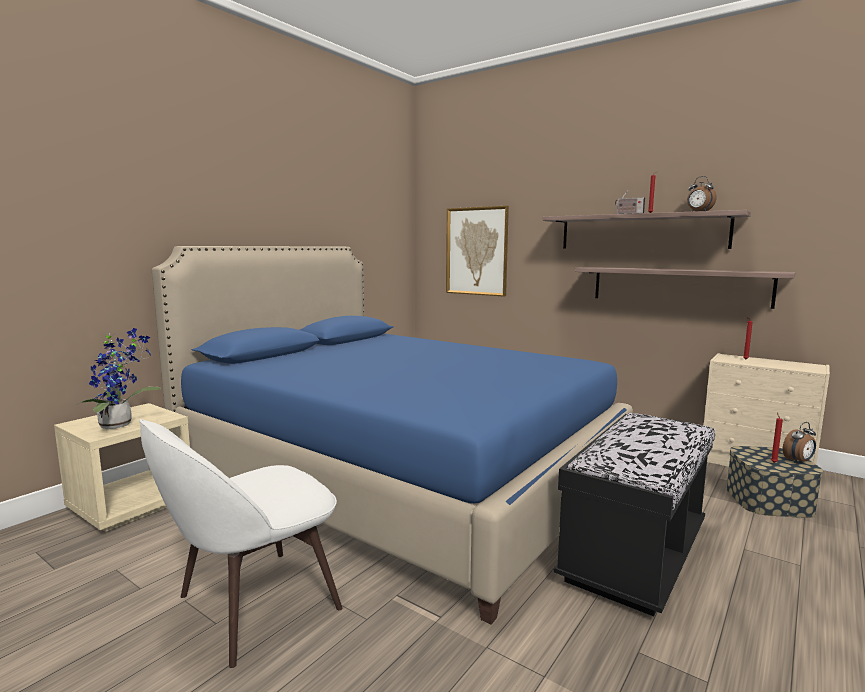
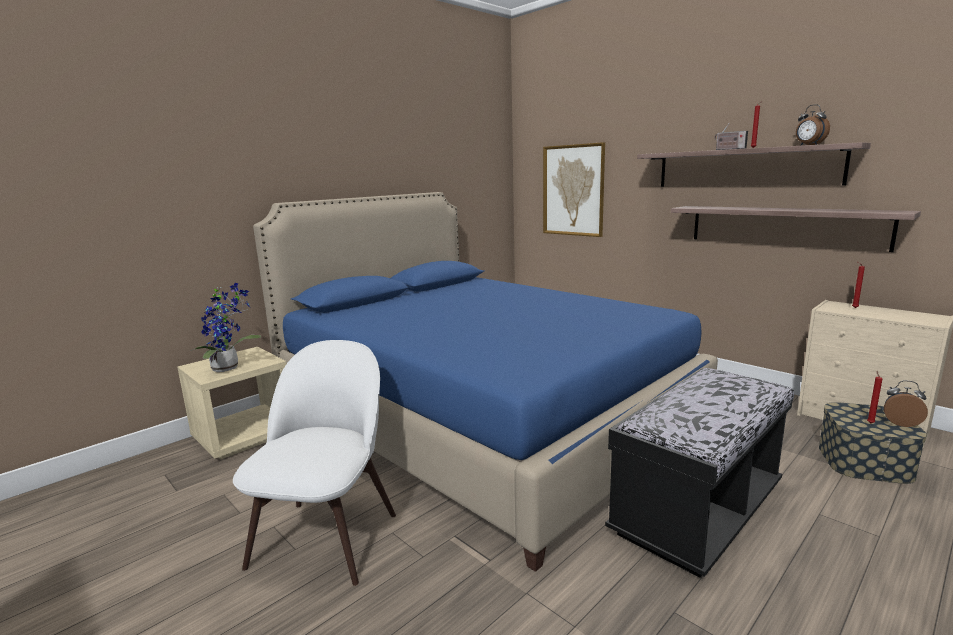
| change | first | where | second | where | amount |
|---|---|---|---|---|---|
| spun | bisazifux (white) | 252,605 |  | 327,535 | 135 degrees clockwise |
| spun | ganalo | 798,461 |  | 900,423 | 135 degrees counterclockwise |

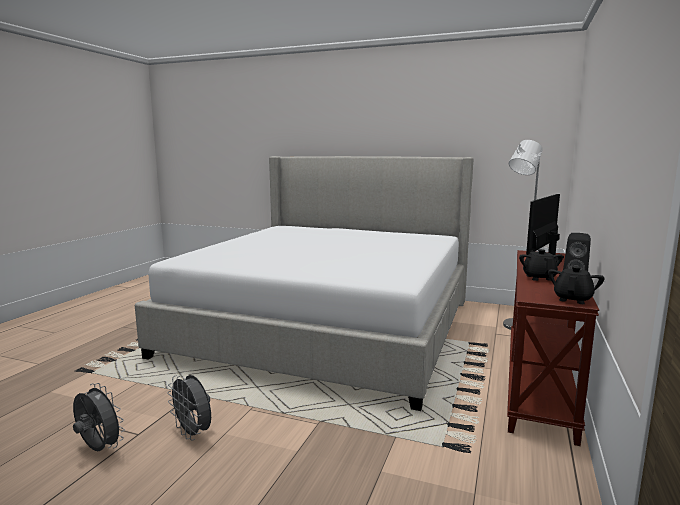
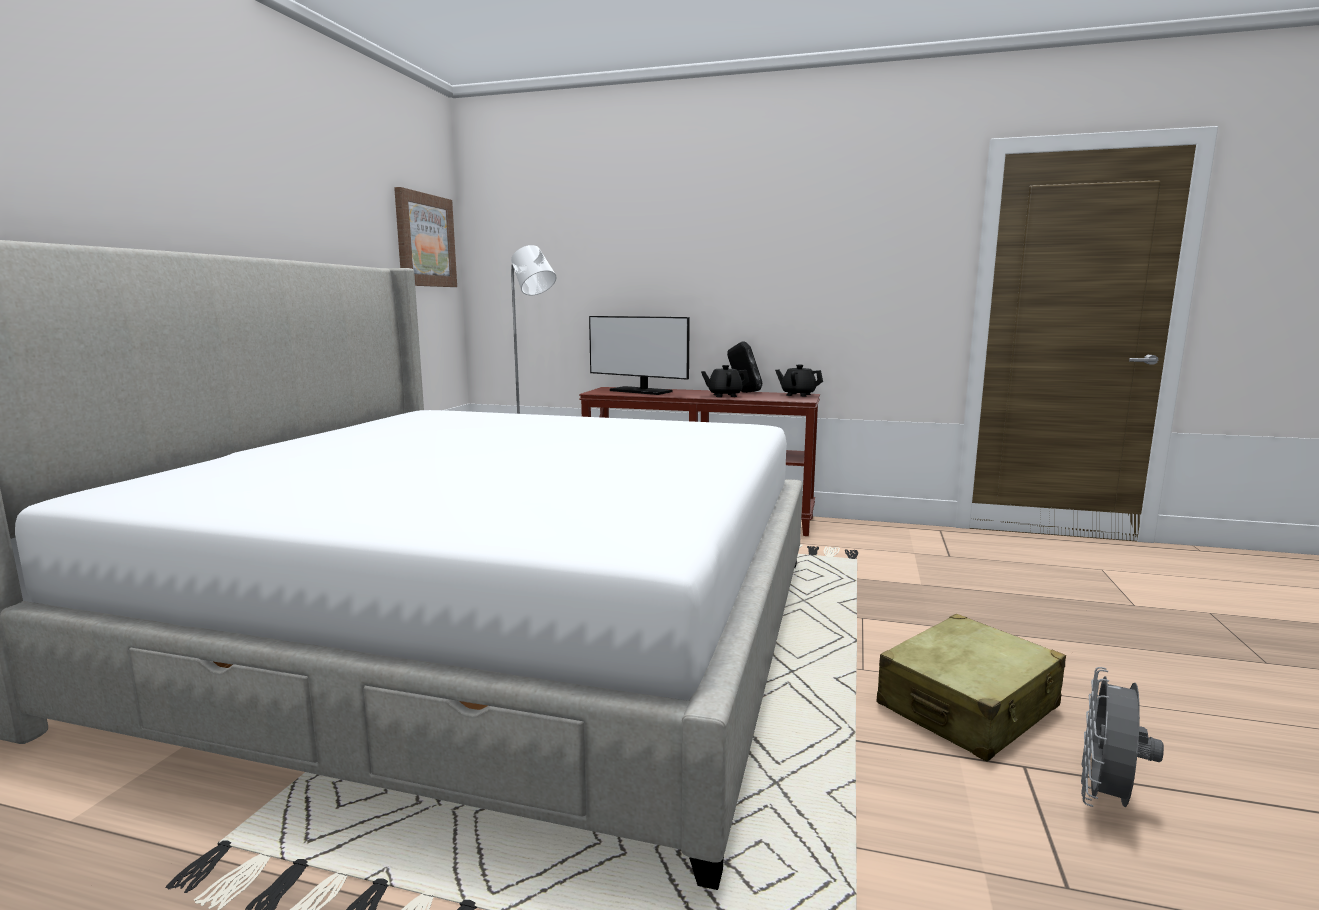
| change | first | where | second | where | amount |
|---|---|---|---|---|---|
| appeared |  |  | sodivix | 425,240 |  |
| exchanged | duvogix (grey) | 193,433 | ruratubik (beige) | 968,707 |  |

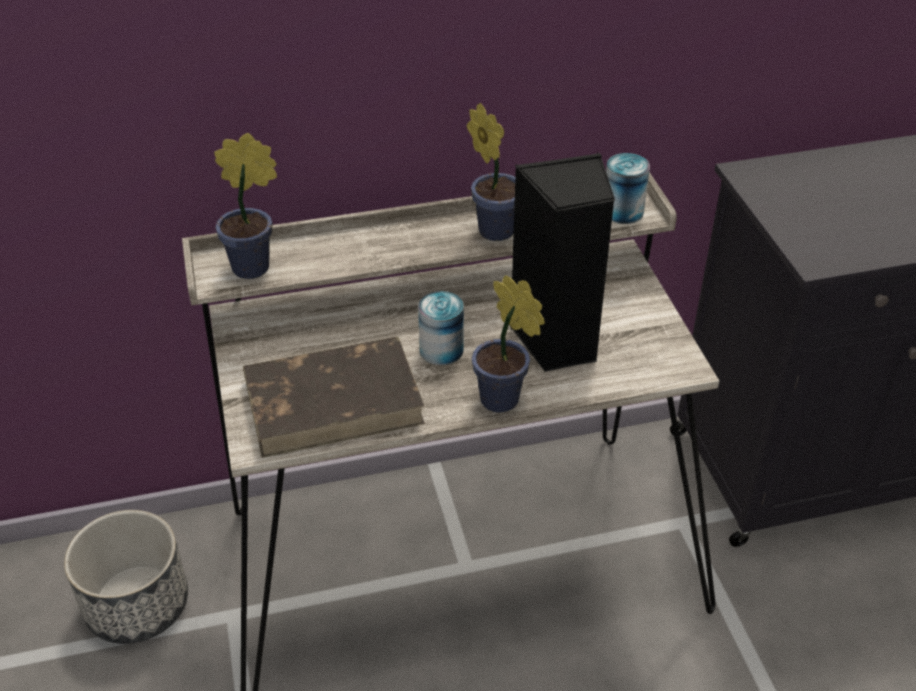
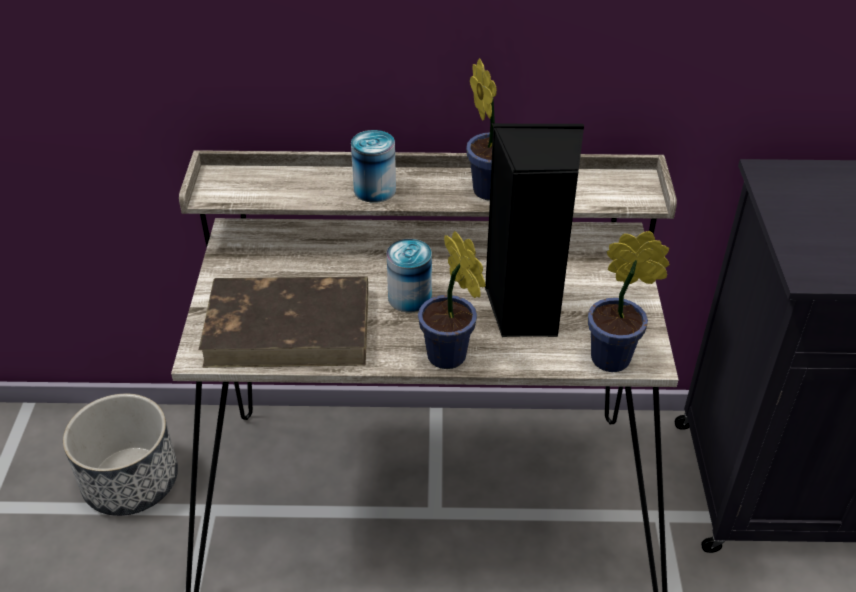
| change | first | where | second | where | amount |
|---|---|---|---|---|---|
| relocated | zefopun | 256,267 |  | 616,359 |  |
| relocated | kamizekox | 622,211 |  | 374,189 |  |

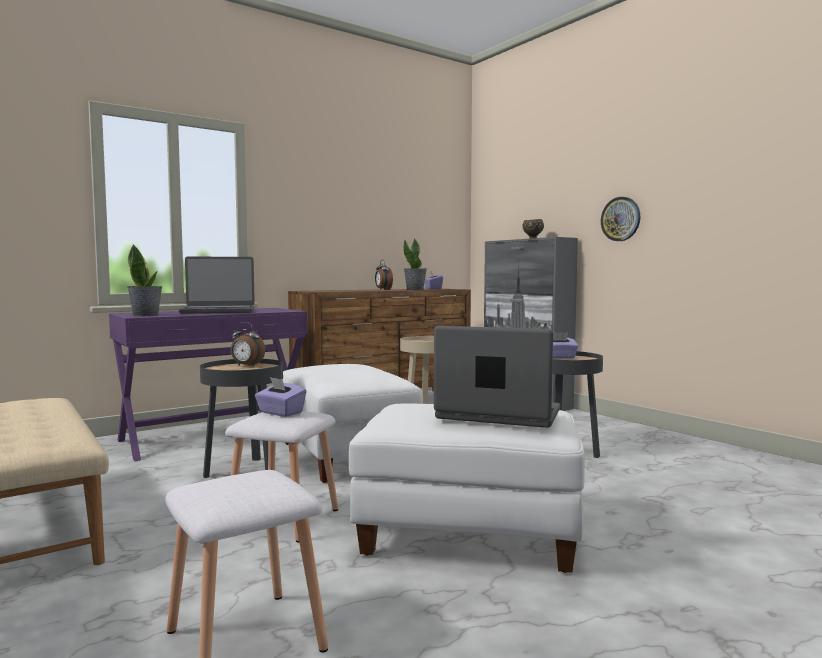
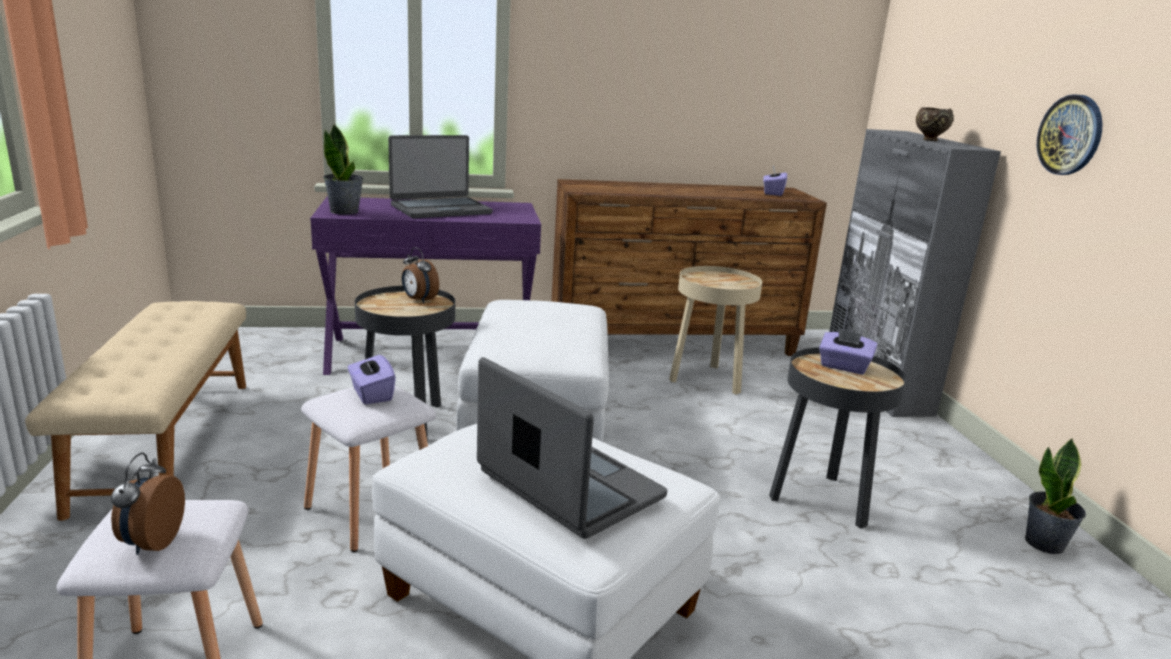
| change | first | where | second | where | amount |
|---|---|---|---|---|---|
| relocated | ganalo | 383,290 |  | 151,543 |  |
| relocated | zefopun | 415,289 |  | 1045,543 |  |
| spun | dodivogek | 218,311 |  | 440,209 | 45 degrees counterclockwise |

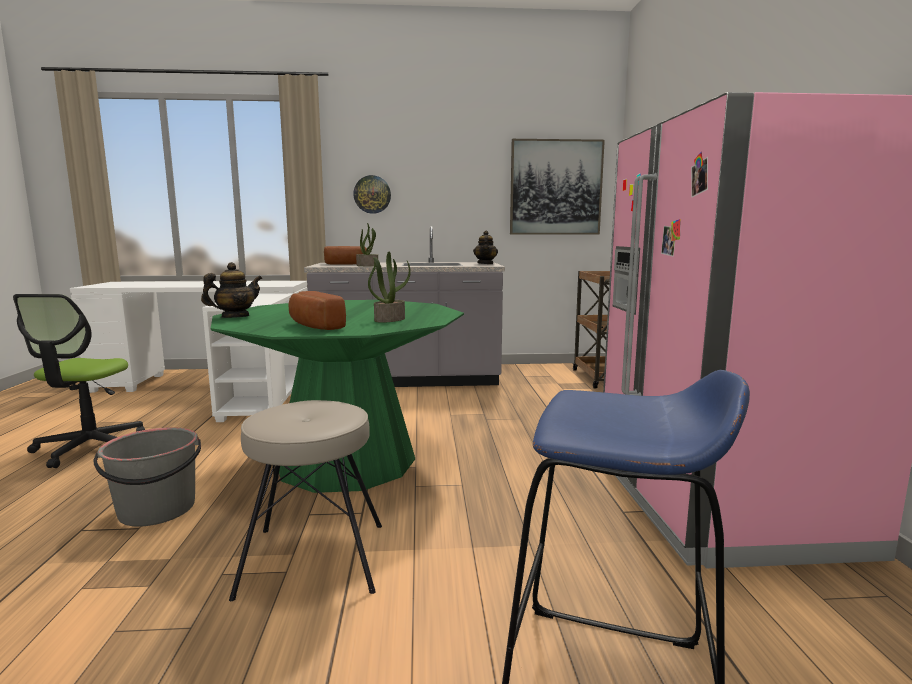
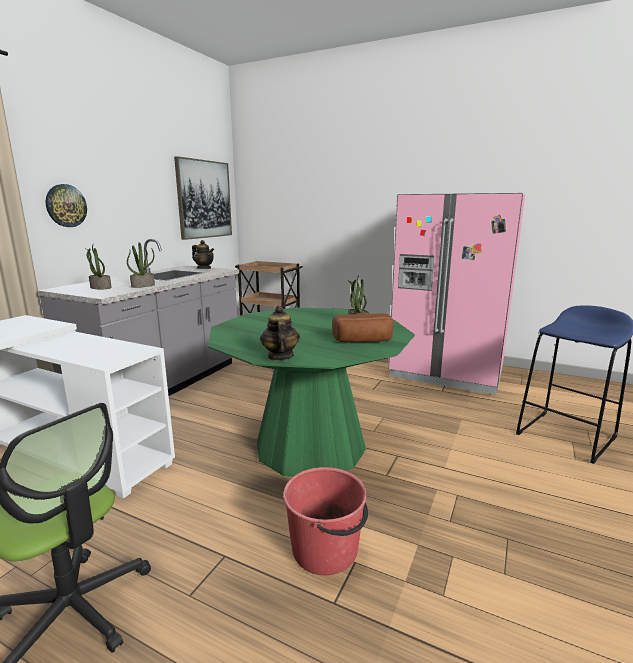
| change | first | where | second | where | amount |
|---|---|---|---|---|---|
| missing | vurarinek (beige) | 314,560 |  |  |  |
| exchanged | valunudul | 345,264 | zefopun | 100,287 |  |
| colour | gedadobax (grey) | 157,510 | gedadobax (red) | 326,549 |  |

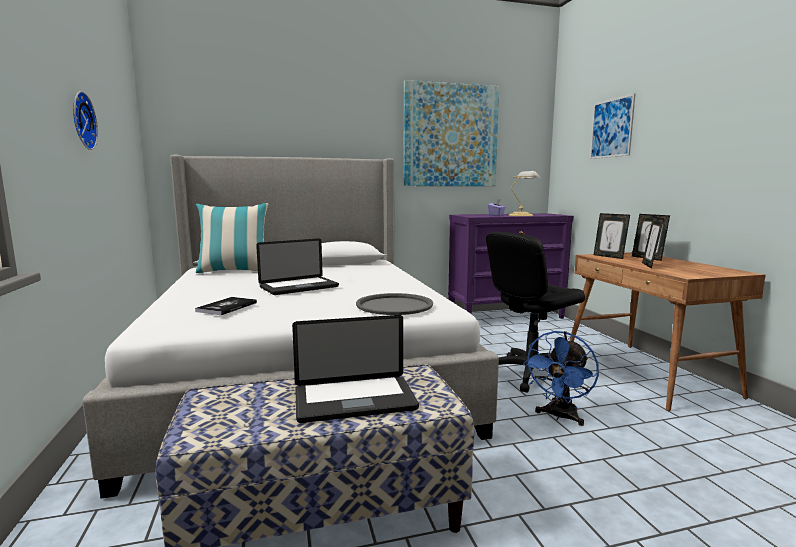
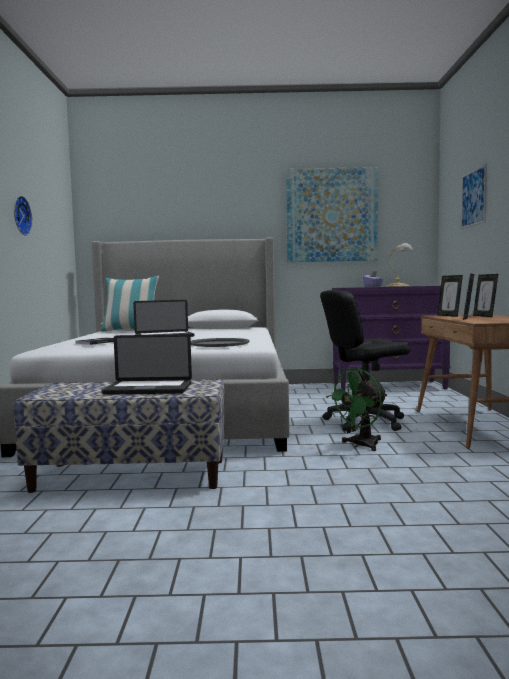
| change | first | where | second | where | amount |
|---|---|---|---|---|---|
| colour | duvogix (blue) | 559,416 | duvogix (green) | 360,445 |  |

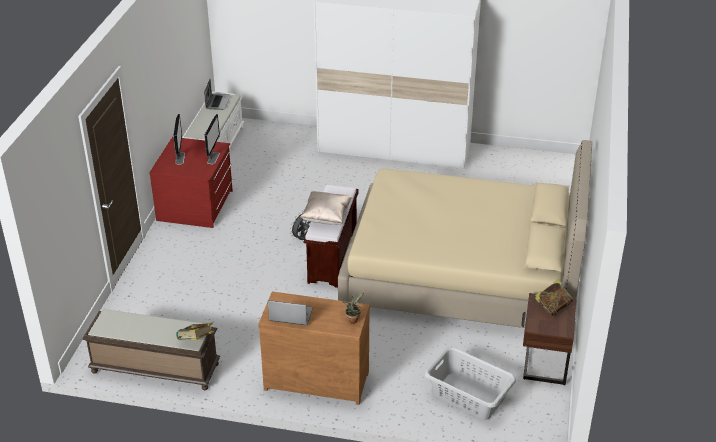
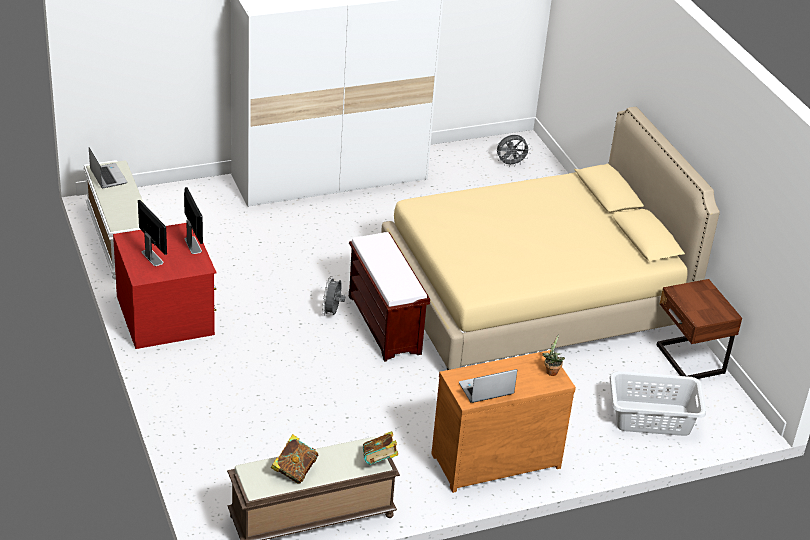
| change | first | where | second | where | amount |
|---|---|---|---|---|---|
| missing | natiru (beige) | 326,217 |  |  |  |
| appeared |  |  | duvogix (grey) | 510,164 |  |
| relocated | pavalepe | 553,307 |  | 294,471 |  |

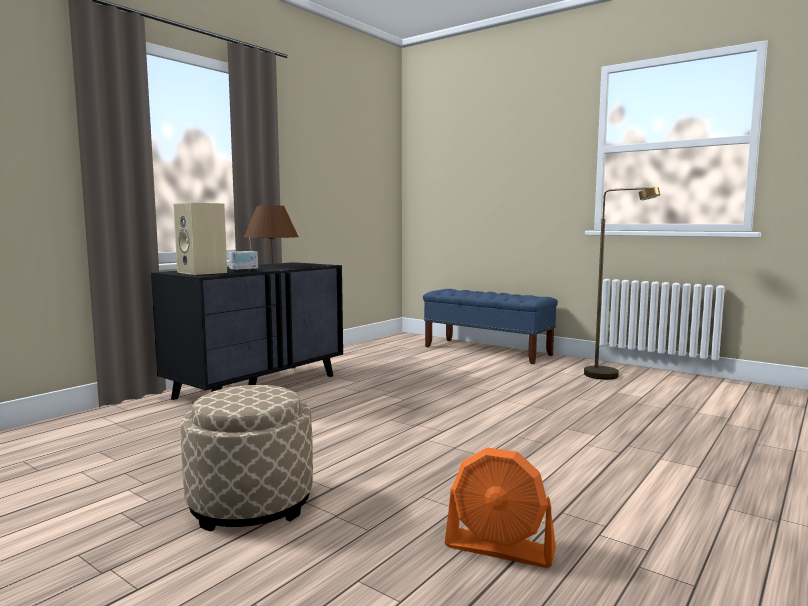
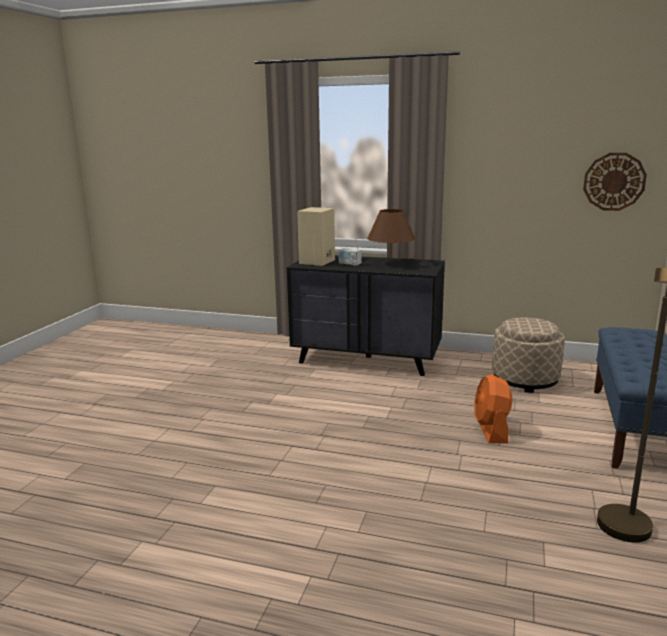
| change | first | where | second | where | amount |
|---|---|---|---|---|---|
| appeared |  |  | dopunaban | 614,181 |  |
| relocated | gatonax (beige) | 251,503 |  | 525,379 |  |
| relocated | duvogix (orange) | 500,548 |  | 491,430 |  |

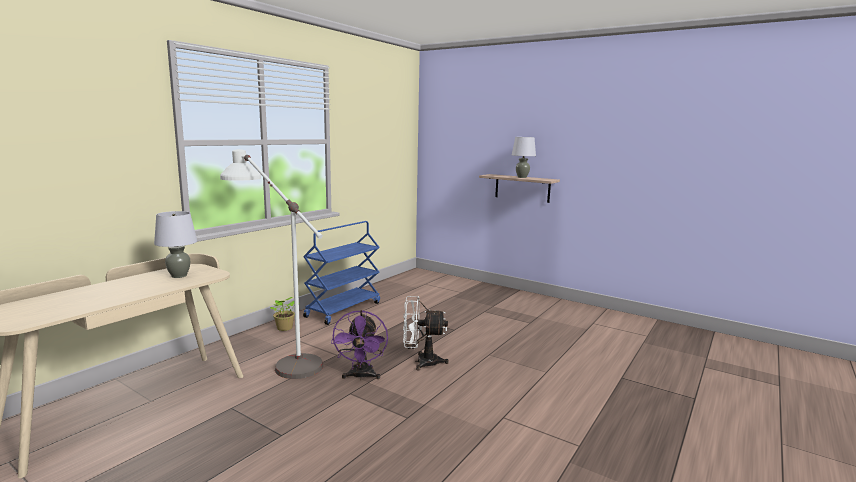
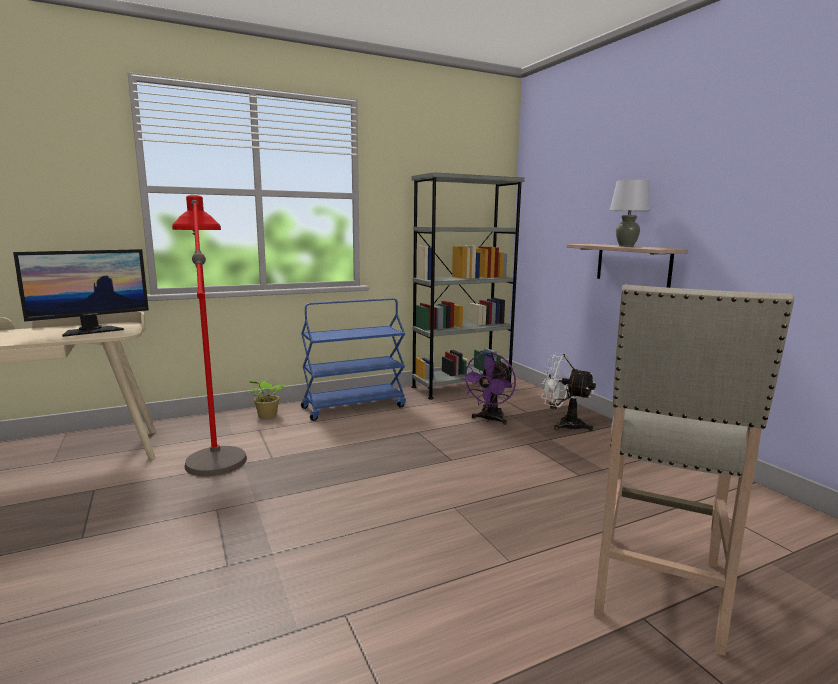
| change | first | where | second | where | amount |
|---|---|---|---|---|---|
| appeared |  |  | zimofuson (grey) | 461,387 |  |
| appeared |  |  | vurarinek (beige) | 656,589 |  |
| relocated | duvogix (purple) | 361,376 |  | 489,420 |  |
| relocated | duvogix (white) | 421,362 |  | 564,424 |  |
| exchanged | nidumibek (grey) | 179,276 | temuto | 91,331 |  |
| colour | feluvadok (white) | 278,357 | feluvadok (red) | 215,446 |  |

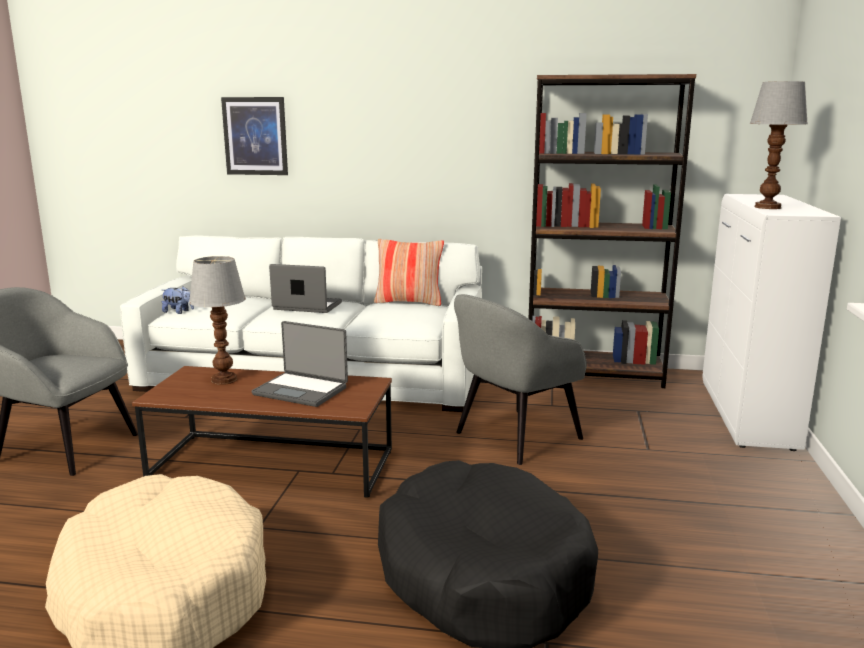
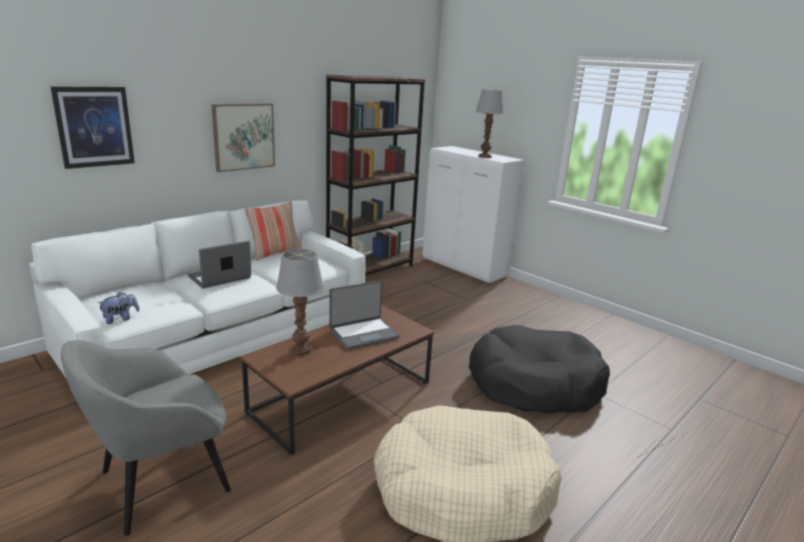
| change | first | where | second | where | amount |
|---|---|---|---|---|---|
| missing | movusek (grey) | 516,436 |  |  |  |
| appeared |  |  | sodivix | 243,136 |  |

